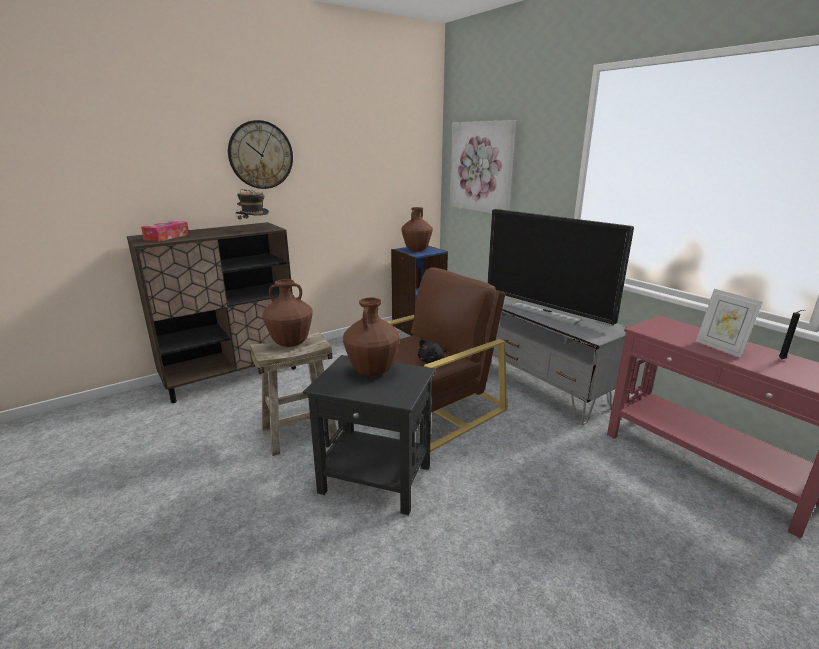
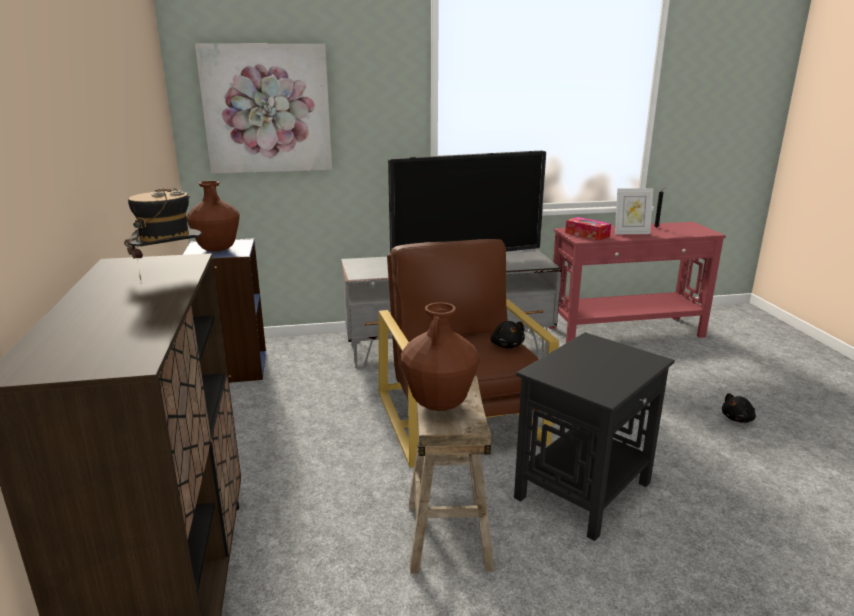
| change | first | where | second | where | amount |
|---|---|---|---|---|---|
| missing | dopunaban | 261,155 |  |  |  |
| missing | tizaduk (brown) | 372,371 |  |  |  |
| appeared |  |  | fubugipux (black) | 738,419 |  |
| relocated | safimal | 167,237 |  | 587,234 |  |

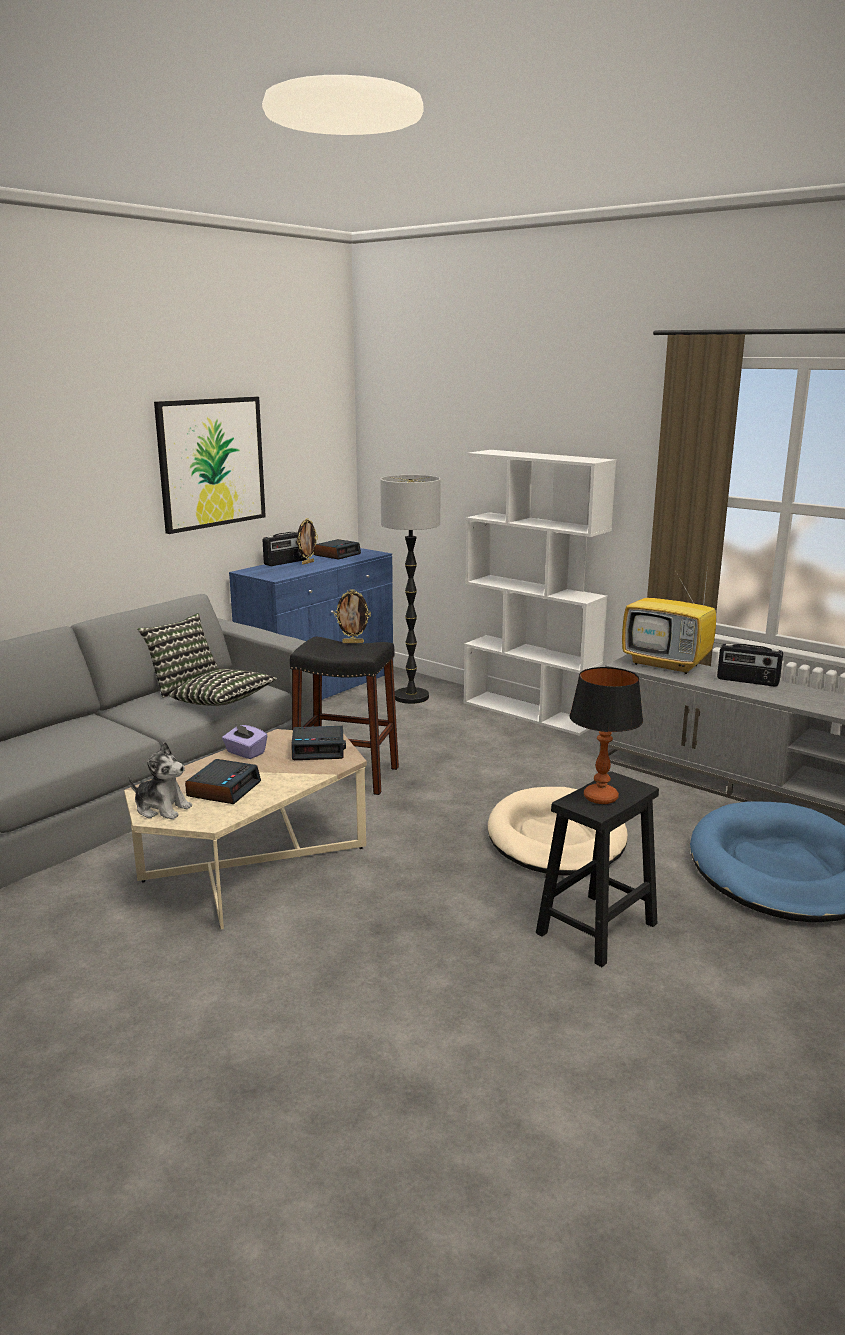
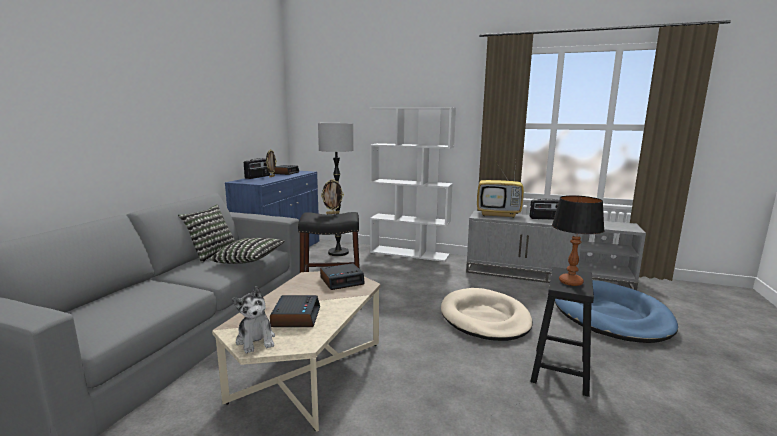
| change | first | where | second | where | amount |
|---|---|---|---|---|---|
| missing | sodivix | 211,463 |  |  |  |
| missing | safimal (purple) | 245,753 |  |  |  |
| spun | fubugipux | 162,808 |  | 256,340 | 60 degrees clockwise |

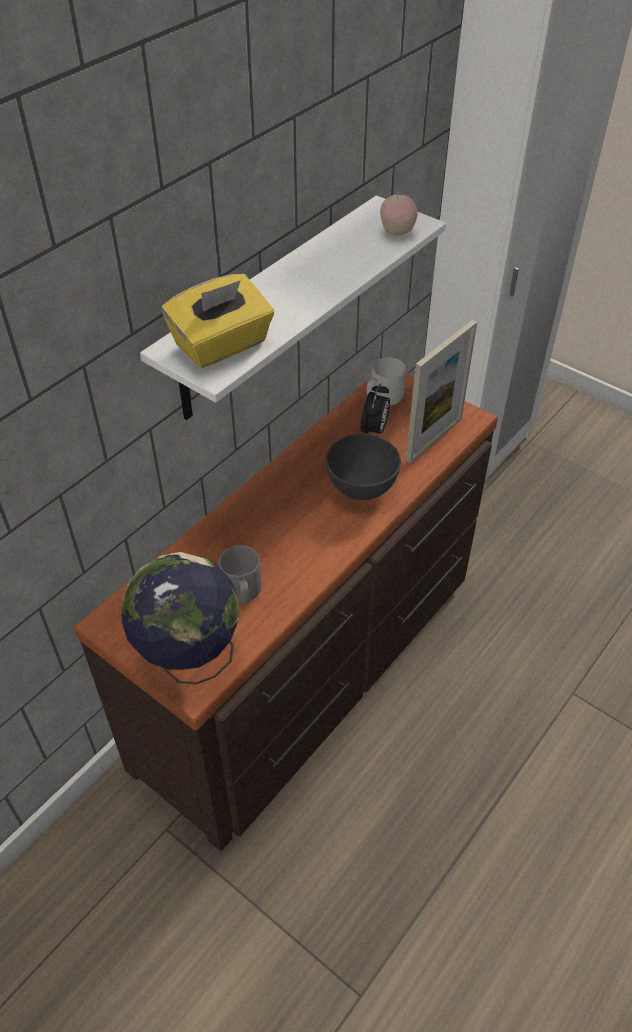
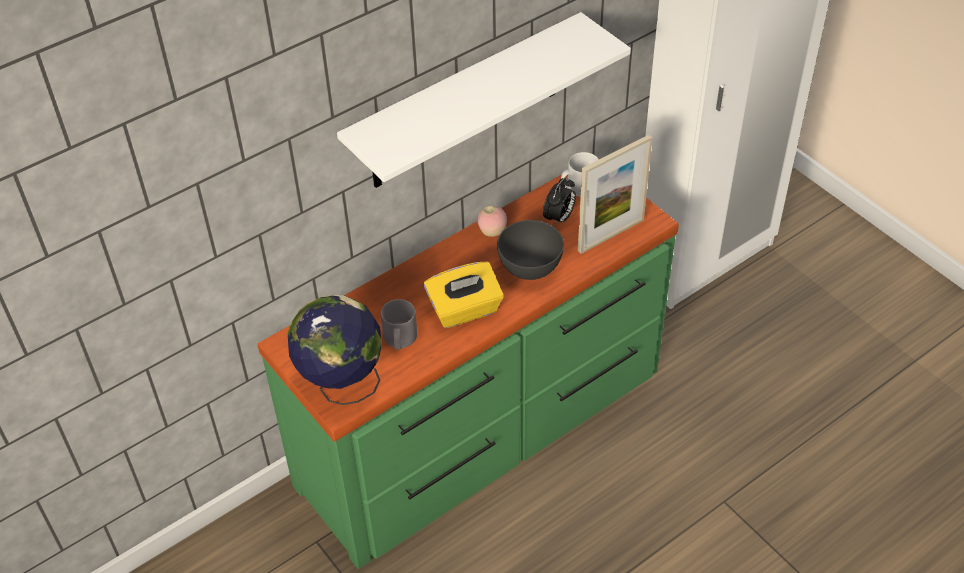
| change | first | where | second | where | amount |
|---|---|---|---|---|---|
| relocated | safimal (yellow) | 222,345 |  | 464,310 |  |
| relocated | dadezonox | 397,232 |  | 492,232 |  |
| colour | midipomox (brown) | 313,666 | midipomox (green) | 484,430 |  |

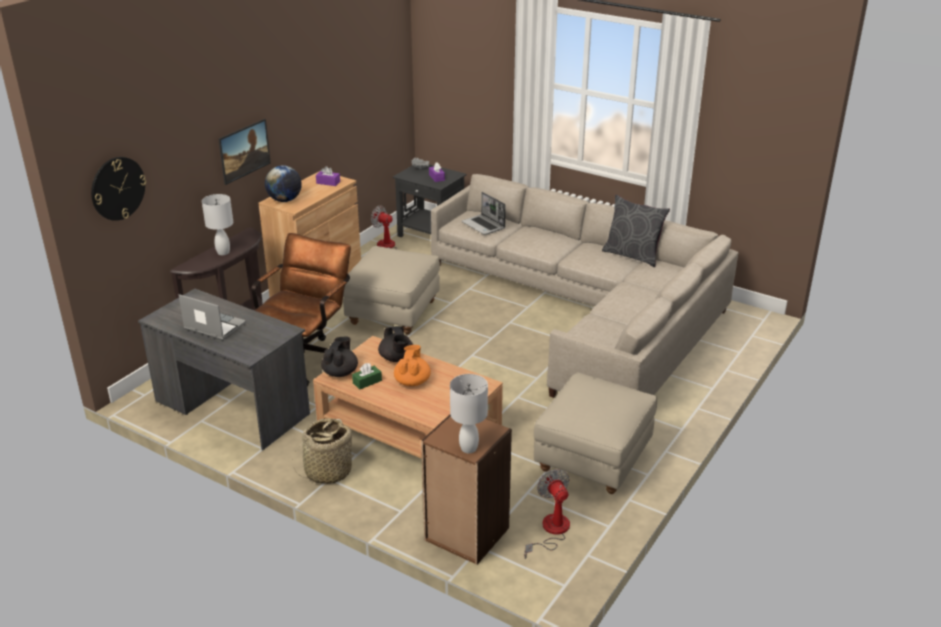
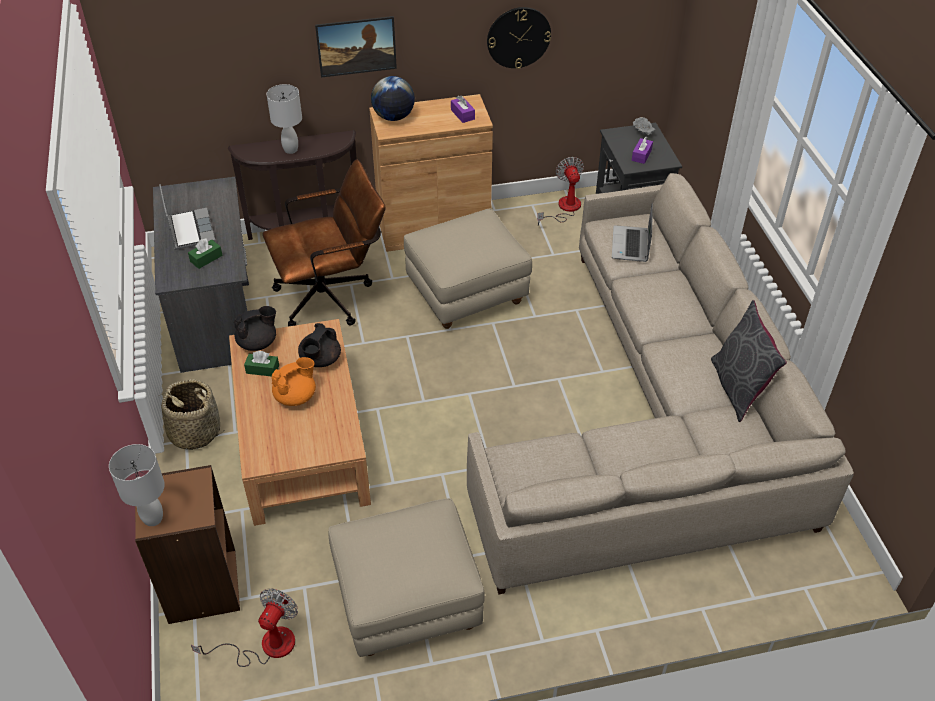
| change | first | where | second | where | amount |
|---|---|---|---|---|---|
| appeared |  |  | safimal (green) | 206,258 |  |
| relocated | dopunaban | 117,188 |  | 518,37 |  |

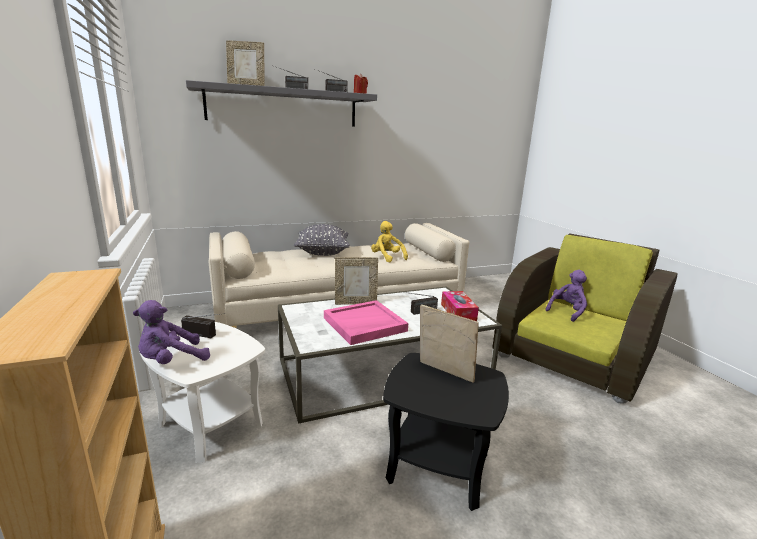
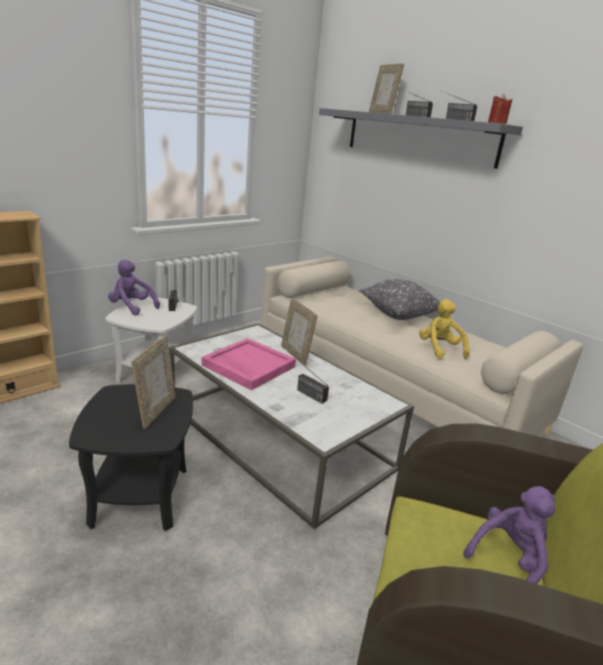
| change | first | where | second | where | amount |
|---|---|---|---|---|---|
| missing | safimal | 458,312 |  |  |  |
| spun | fubugipux (yellow) | 387,257 |  | 439,349 | 45 degrees counterclockwise |
| spun | fubugipux (purple) | 567,311 |  | 508,560 | 60 degrees counterclockwise |

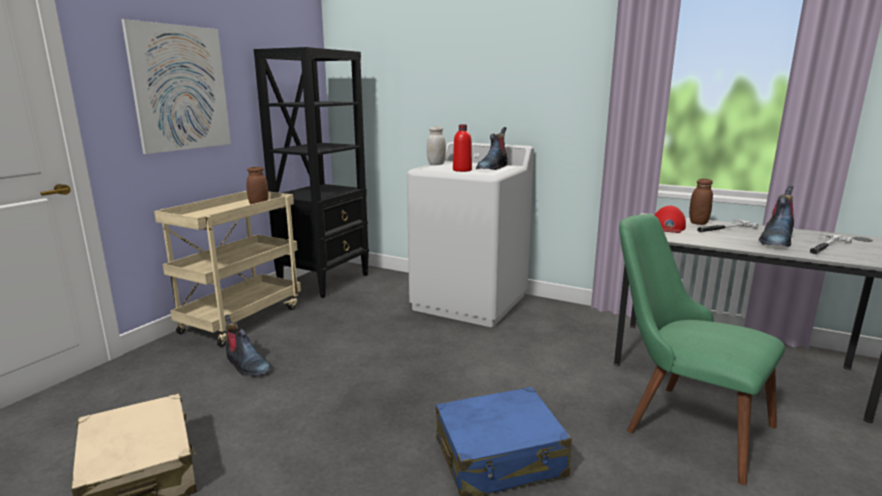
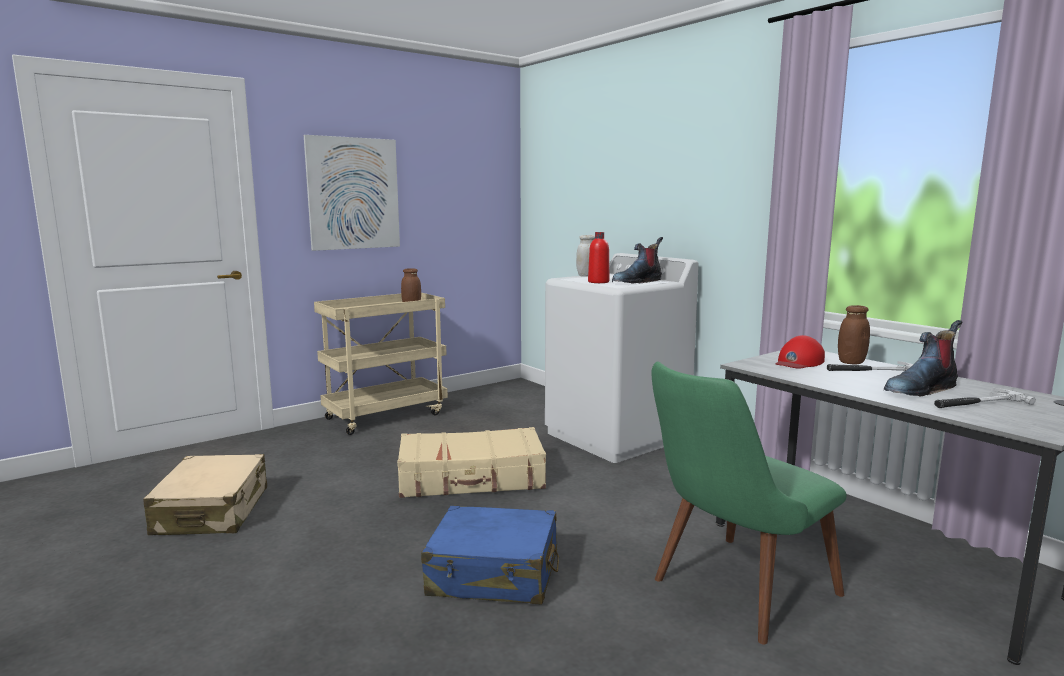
| change | first | where | second | where | amount |
|---|---|---|---|---|---|
| missing | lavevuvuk | 246,365 |  |  |  |
| missing | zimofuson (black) | 325,281 |  |  |  |
| appeared |  |  | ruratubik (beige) | 472,478 |  |
| spun | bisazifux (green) | 681,421 |  | 732,594 | 105 degrees counterclockwise |

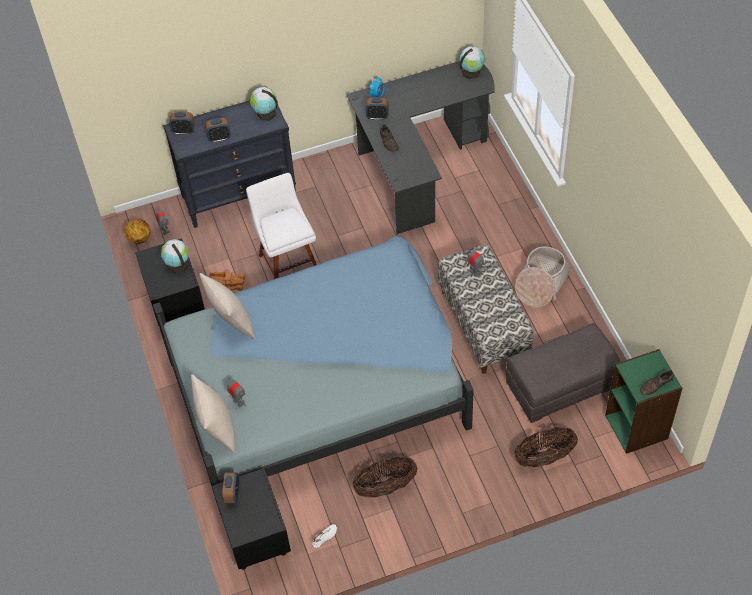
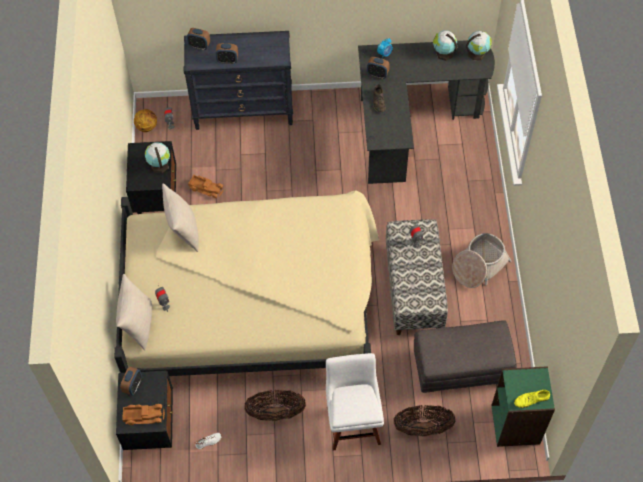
| change | first | where | second | where | amount |
|---|---|---|---|---|---|
| appeared |  |  | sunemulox | 143,415 |  |
| relocated | bisazifux (white) | 287,260 |  | 353,422 |  |
| relocated | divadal | 265,113 |  | 443,53 |  |
| colour | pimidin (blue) | 321,382 | pimidin (beige) | 254,301 |  |
| colour | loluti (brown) | 655,385 | loluti (yellow) | 531,400 |  |

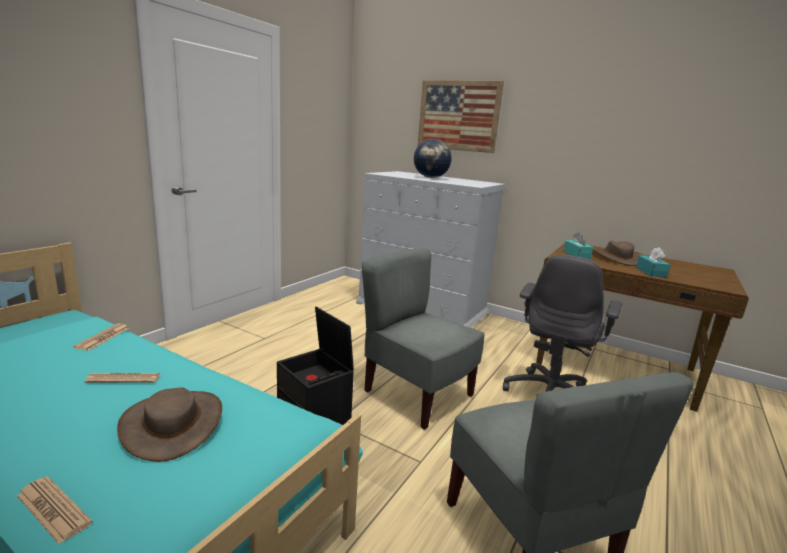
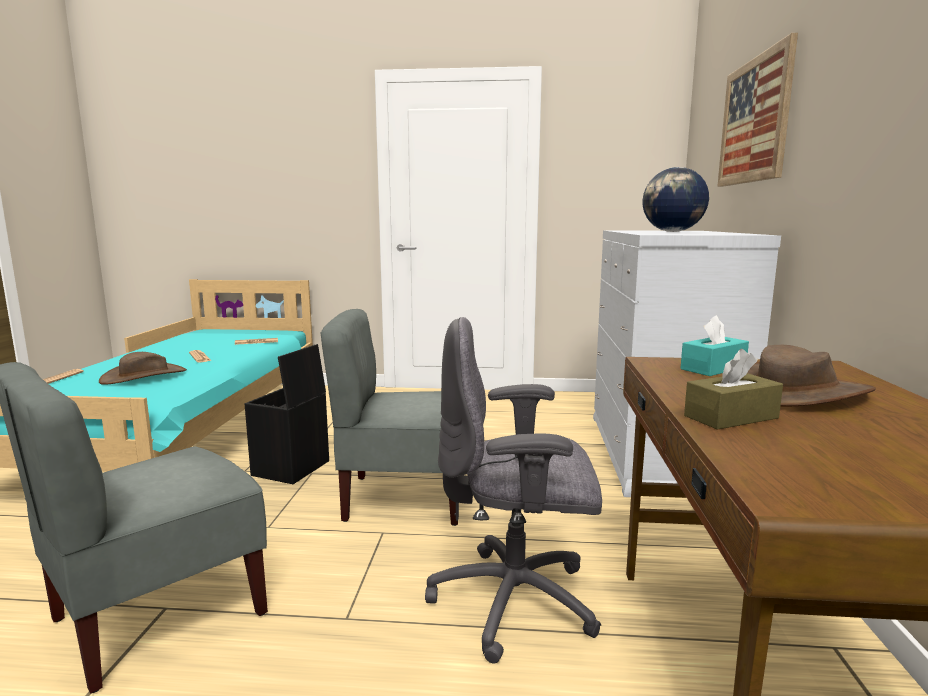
| change | first | where | second | where | amount |
|---|---|---|---|---|---|
| colour | safimal (turquoise) | 651,272 | safimal (brown) | 731,417 |  |
| spun | bisazifux (grey) | 417,394 |  | 403,498 | 105 degrees counterclockwise |

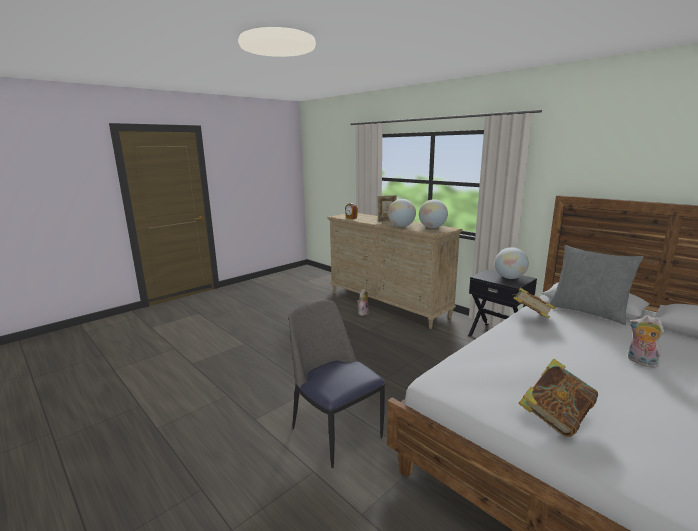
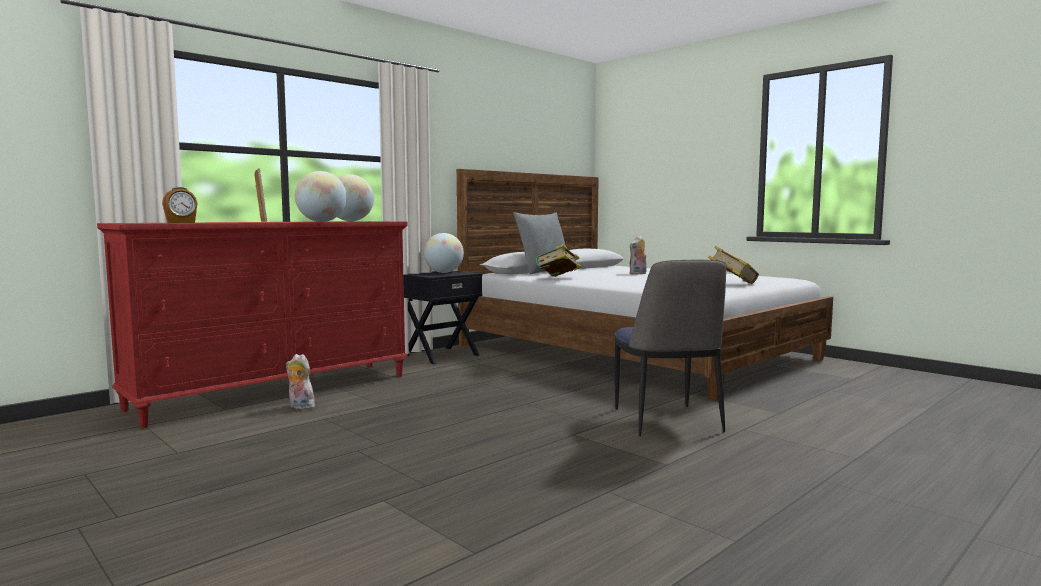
| change | first | where | second | where | amount |
|---|---|---|---|---|---|
| colour | midipomox (beige) | 388,304 | midipomox (red) | 276,391 |  |
| spun | bisazifux | 335,431 |  | 667,421 | 60 degrees counterclockwise |

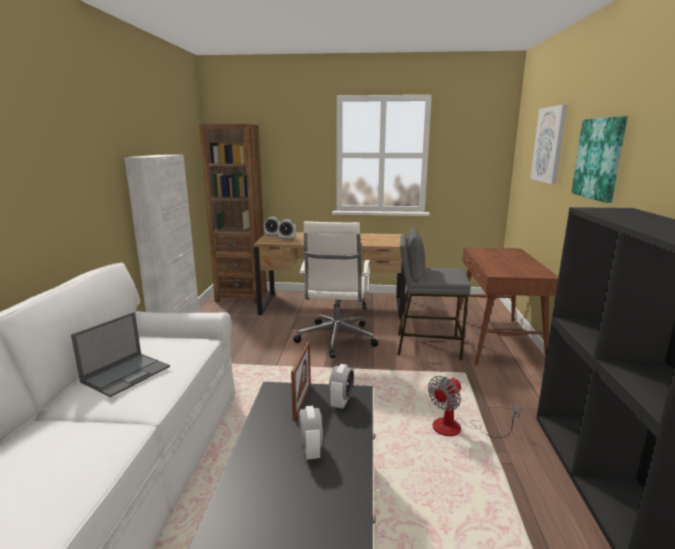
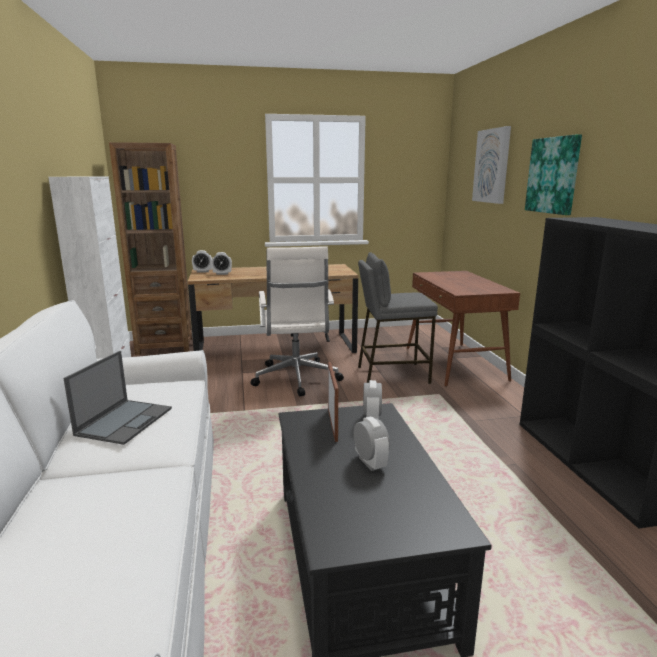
| change | first | where | second | where | amount |
|---|---|---|---|---|---|
| missing | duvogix | 458,429 |  |  |  |

